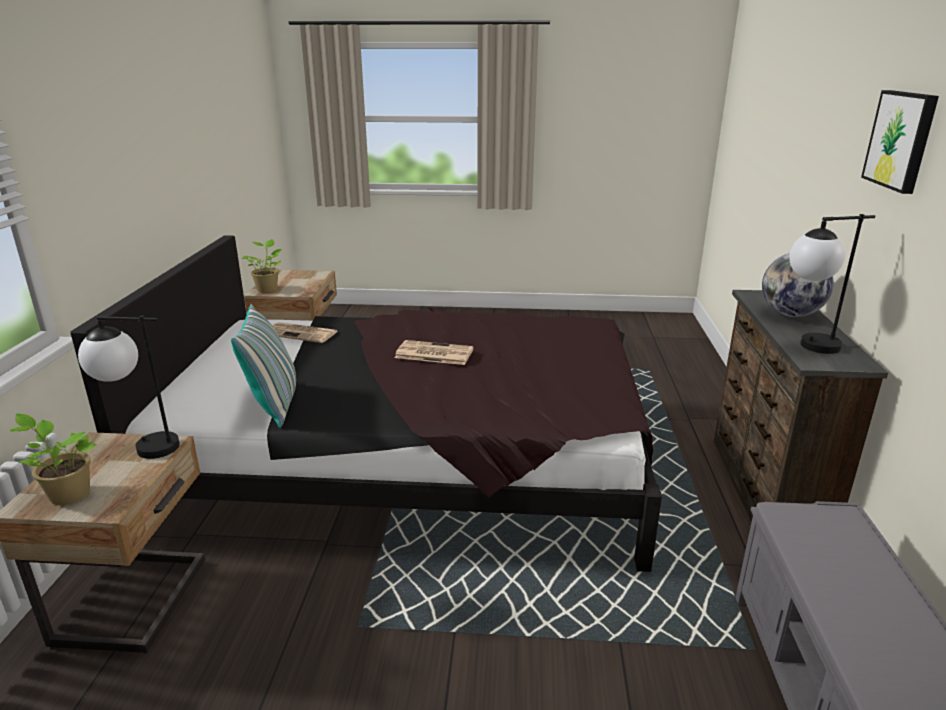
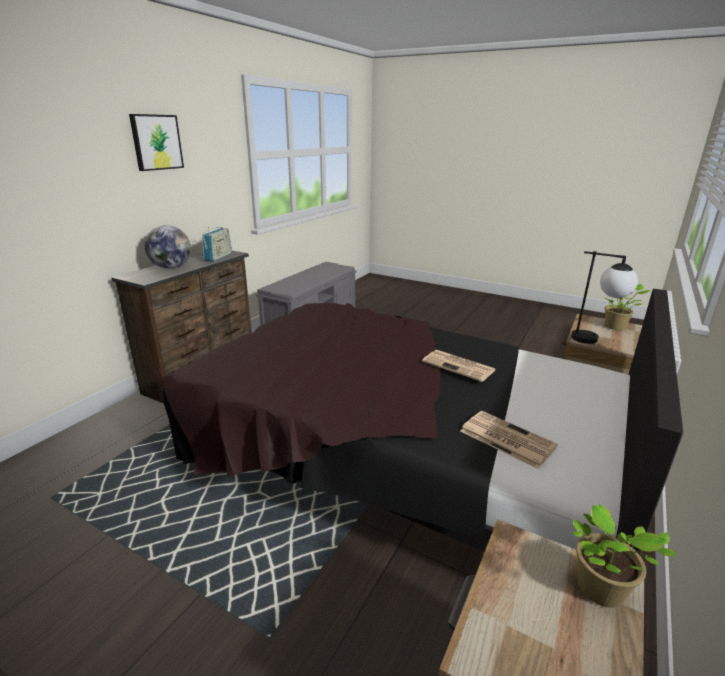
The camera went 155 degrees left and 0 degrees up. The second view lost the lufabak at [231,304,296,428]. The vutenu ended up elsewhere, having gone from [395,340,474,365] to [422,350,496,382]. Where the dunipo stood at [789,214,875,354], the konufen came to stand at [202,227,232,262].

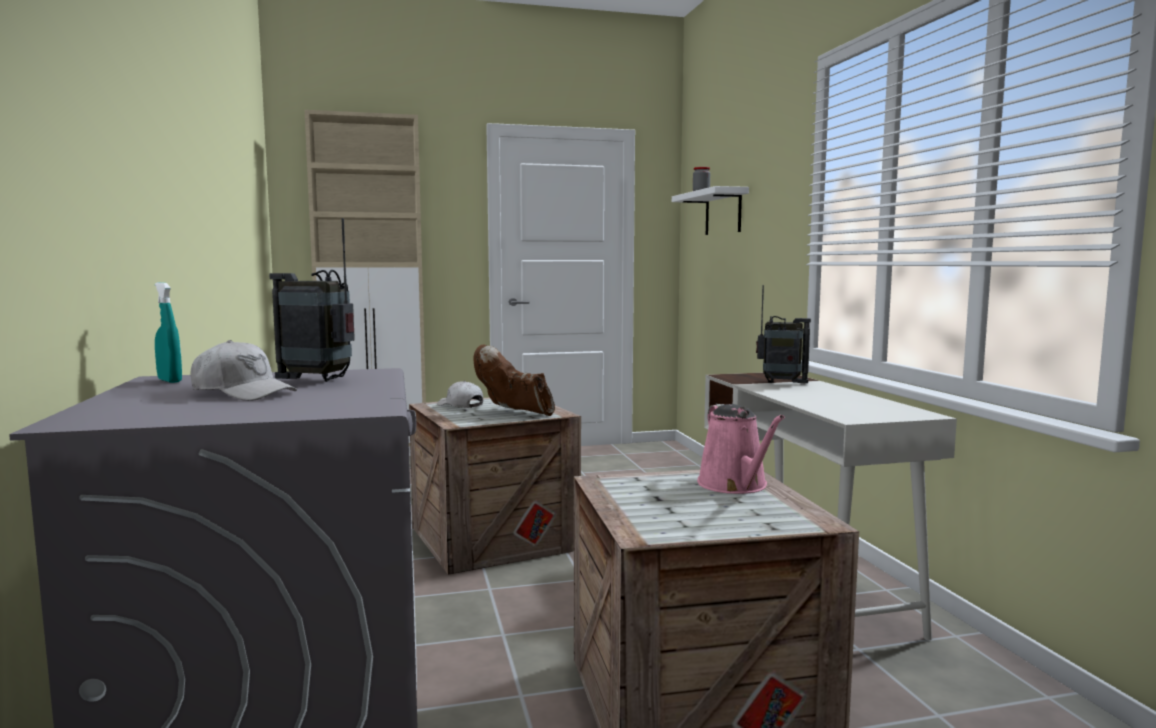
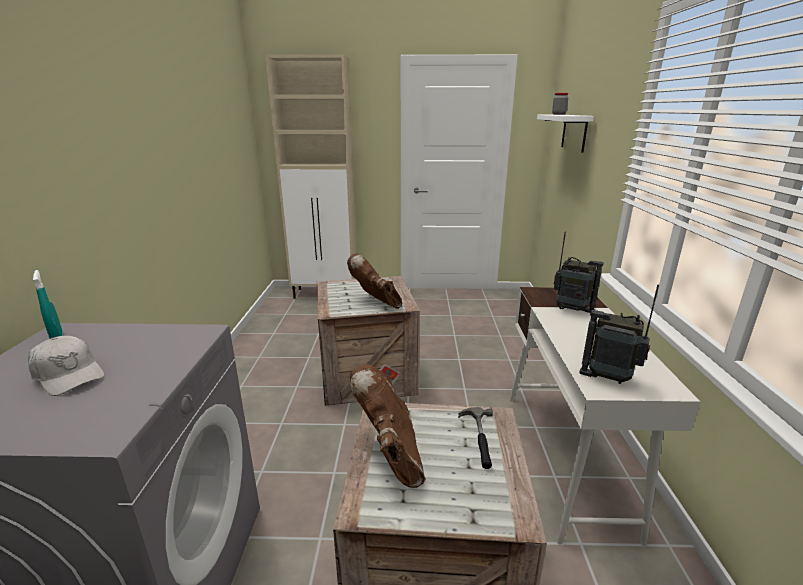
The camera went 15 degrees right and 15 degrees up. The second view lost the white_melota at [437,381,483,408]. The second view gained the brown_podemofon at [350,364,425,488]. The konufen ended up elsewhere, having gone from [269,218,355,382] to [579,284,659,384]. Where the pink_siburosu stood at [697,404,785,494], the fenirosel came to stand at [458,407,493,469].

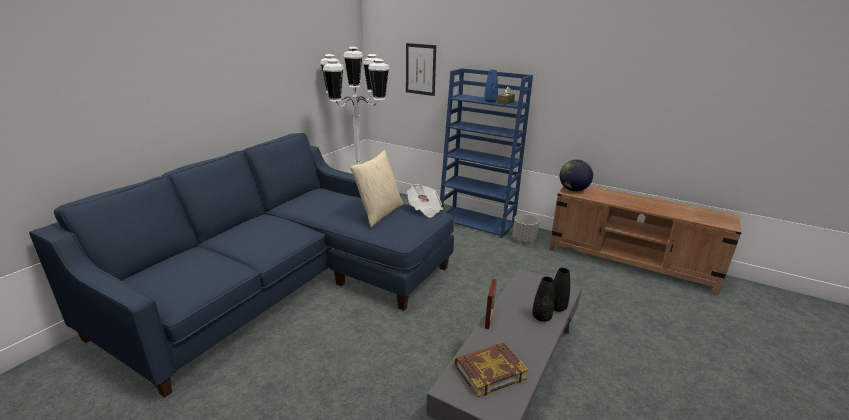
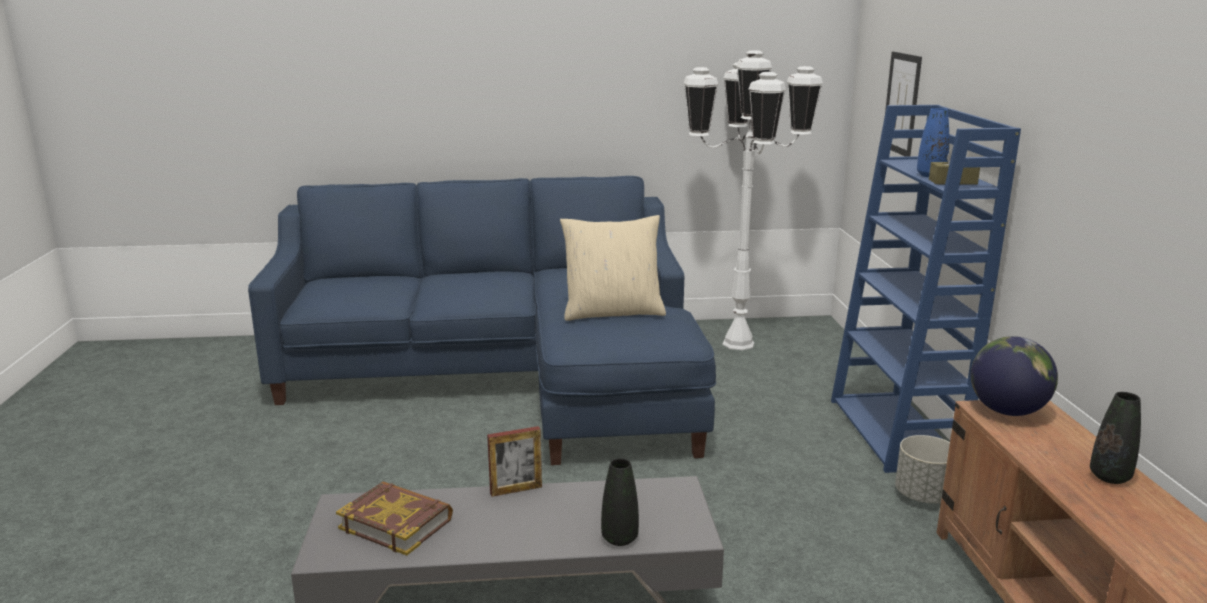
The camera went 55 degrees right and 5 degrees down. The second view lost the vutenu at [407,184,443,218]. The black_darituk ended up elsewhere, having gone from [532,276,555,322] to [1090,392,1141,484].

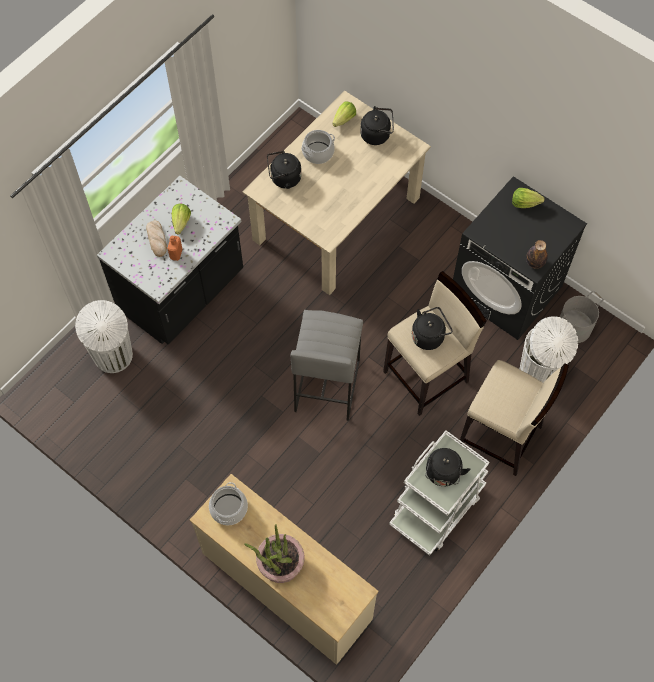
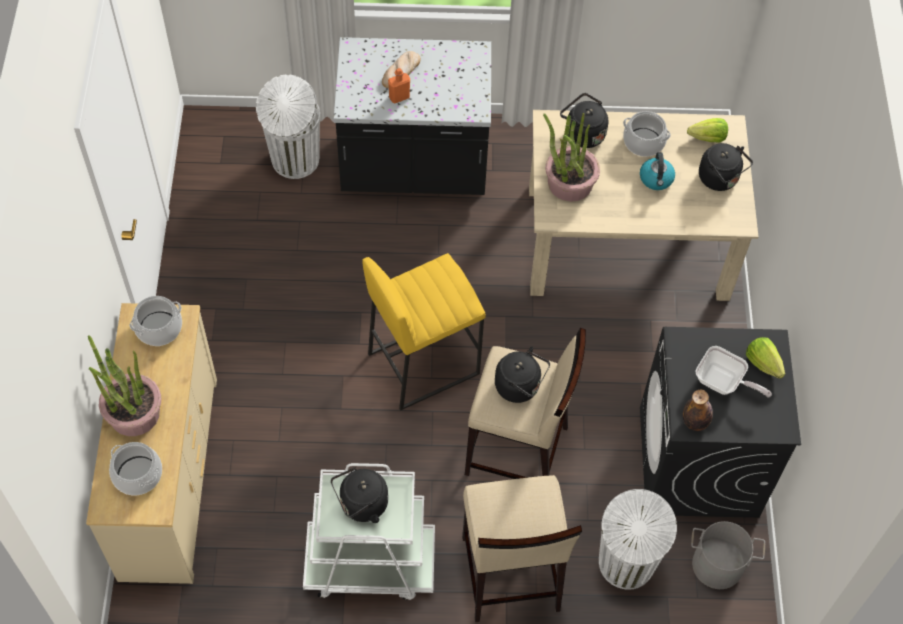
The camera went 50 degrees right and 5 degrees down. The second view lost the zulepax at [172,203,191,235]. The second view gained the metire at [109,442,162,495]. The second view gained the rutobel at [543,113,600,202]. The second view gained the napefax at [640,152,675,190]. The second view gained the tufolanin at [696,346,772,398]. What was the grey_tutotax at [290,310,363,421] turned into the yellow_tutotax at [362,253,486,411].

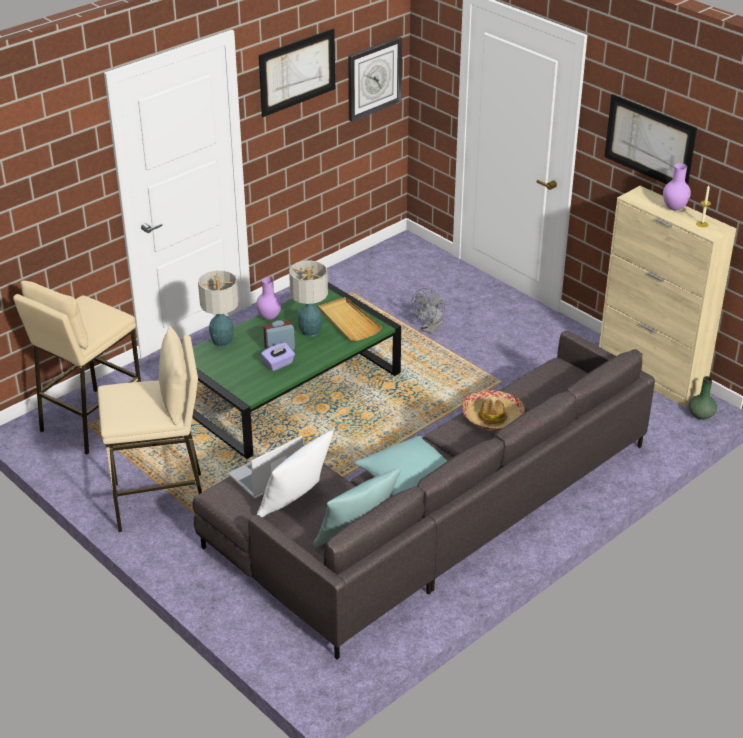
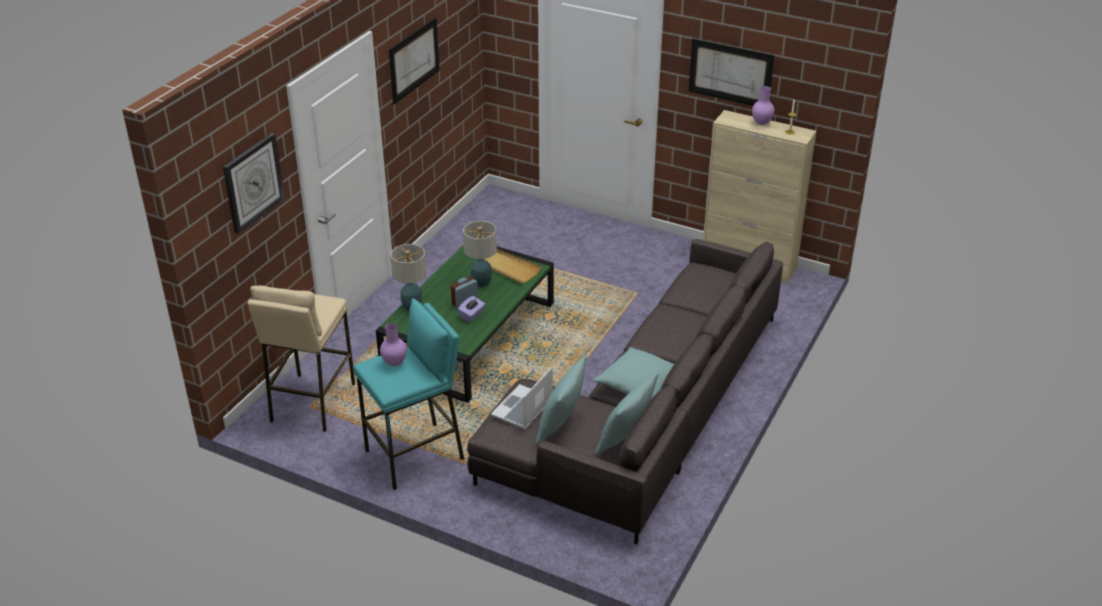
The camera went 20 degrees left and 0 degrees up. The second view lost the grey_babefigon at [411,288,445,334]. The second view lost the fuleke at [462,390,524,431]. The second view lost the green_darituk at [689,376,717,420]. The purple_darituk ended up elsewhere, having gone from [256,277,282,320] to [380,323,407,366]. The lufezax ended up elsewhere, having gone from [348,37,402,122] to [223,133,285,234]. What was the beige_tutotax at [98,327,202,532] turned into the turquoise_tutotax at [354,298,464,490]. What was the white_lufabak at [257,431,334,518] turned into the turquoise_lufabak at [536,356,587,446].

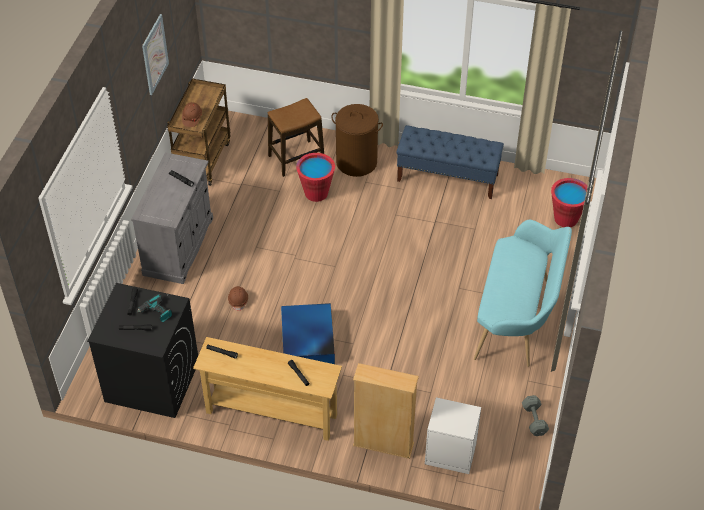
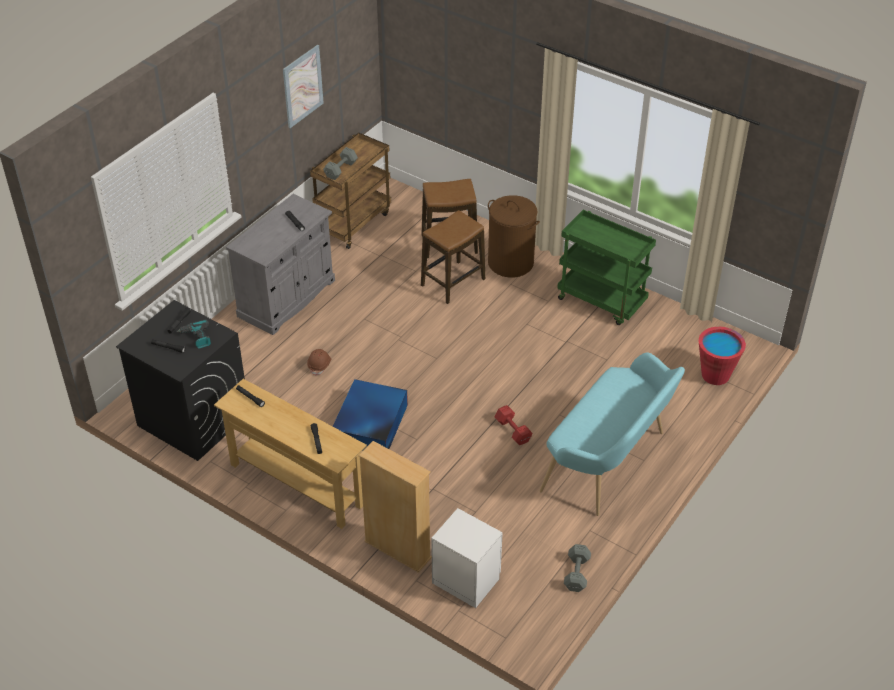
The camera went 20 degrees right and 5 degrees down. The second view gained the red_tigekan at [495,405,532,445]. Where the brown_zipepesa stood at [182,102,202,127], the grey_tigekan came to stand at [323,147,358,180]. Where the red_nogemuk stood at [296,153,335,202], the tutotax came to stand at [421,210,485,304]. Where the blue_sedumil stood at [396,125,504,199], the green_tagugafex came to stand at [557,210,656,325].

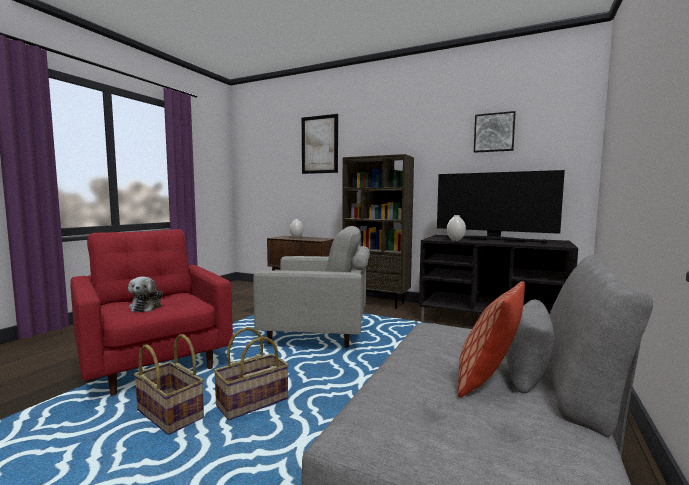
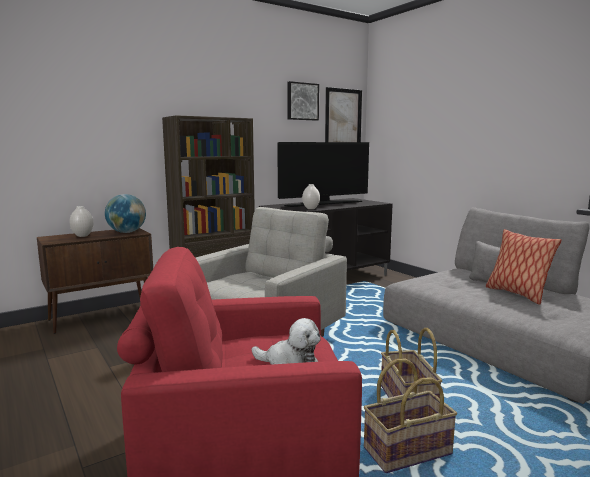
The camera went 60 degrees left and 5 degrees up. The second view gained the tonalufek at [105,194,146,233]. The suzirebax ended up elsewhere, having gone from [302,114,338,174] to [325,87,362,142].

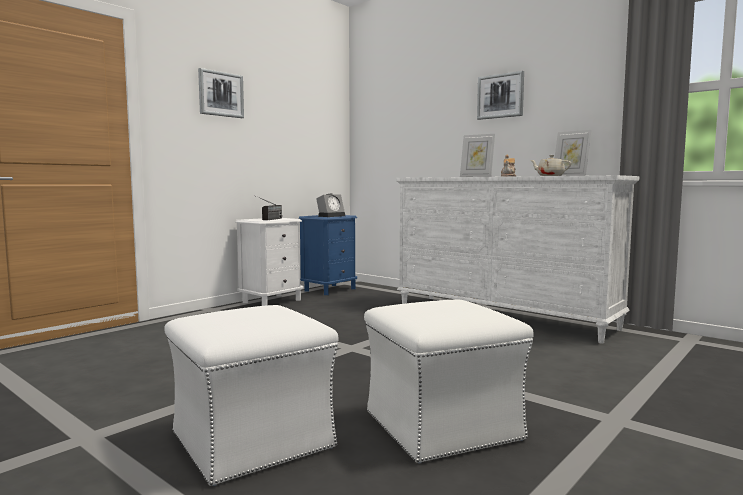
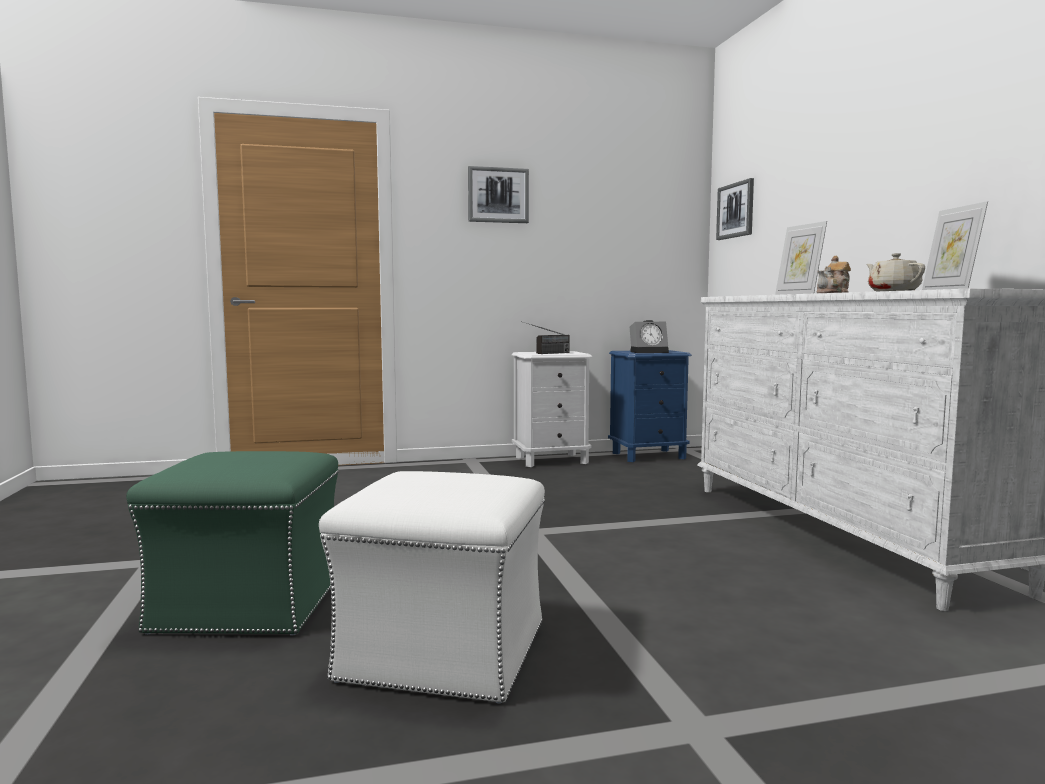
The camera went 35 degrees right and 0 degrees up. The suzirebax ended up elsewhere, having gone from [477,71,524,120] to [716,178,754,240]. What was the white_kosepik at [164,305,339,486] turned into the green_kosepik at [126,451,339,636].

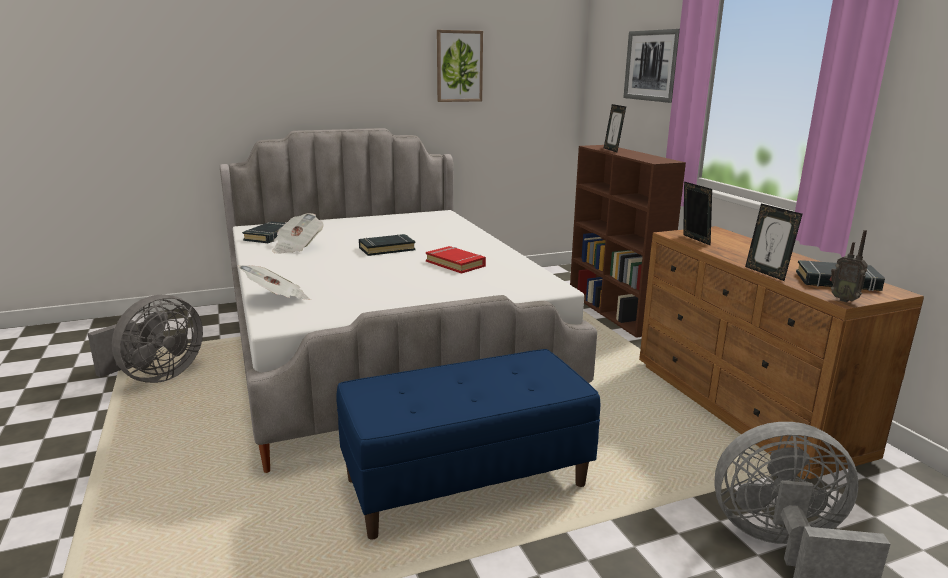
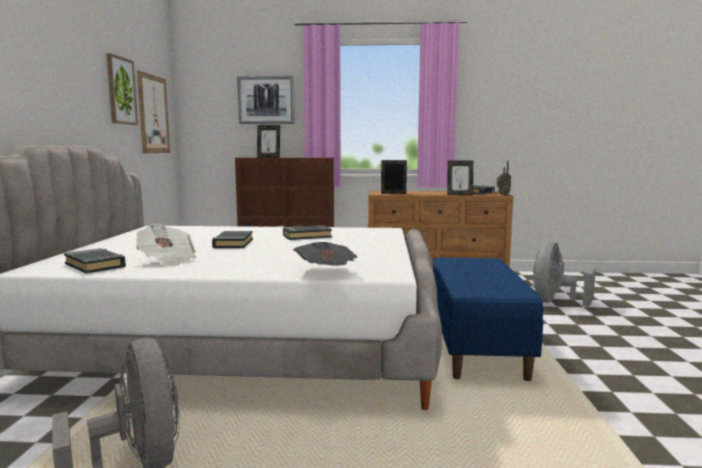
The camera went 65 degrees left and 10 degrees down. The second view gained the suzirebax at [137,71,170,153]. What was the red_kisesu at [426,246,486,274] turned into the black_kisesu at [283,225,332,240].

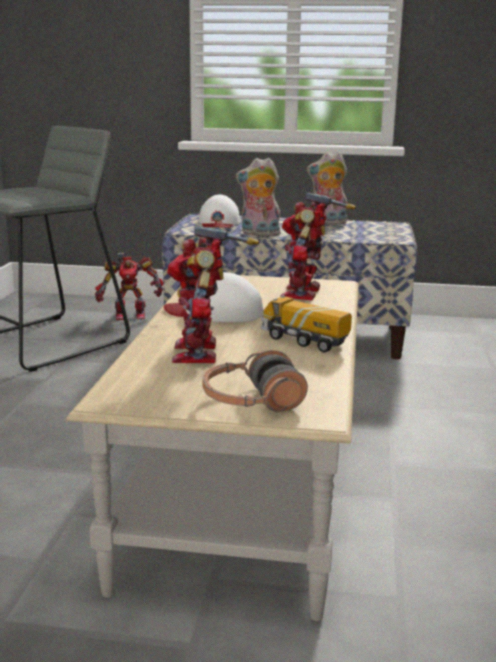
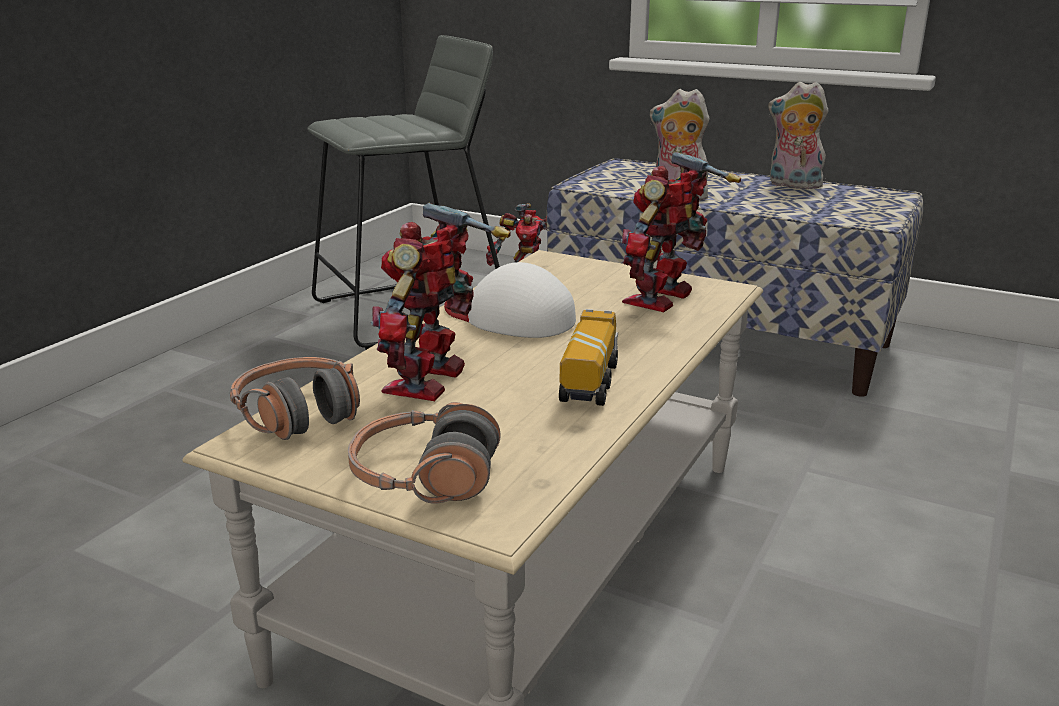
The camera went 20 degrees right and 5 degrees up. The second view lost the white_melota at [199,194,240,228]. The second view gained the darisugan at [230,357,360,440]. The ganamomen at [261,295,352,352] ended up facing another way, 45 degrees clockwise from before.

